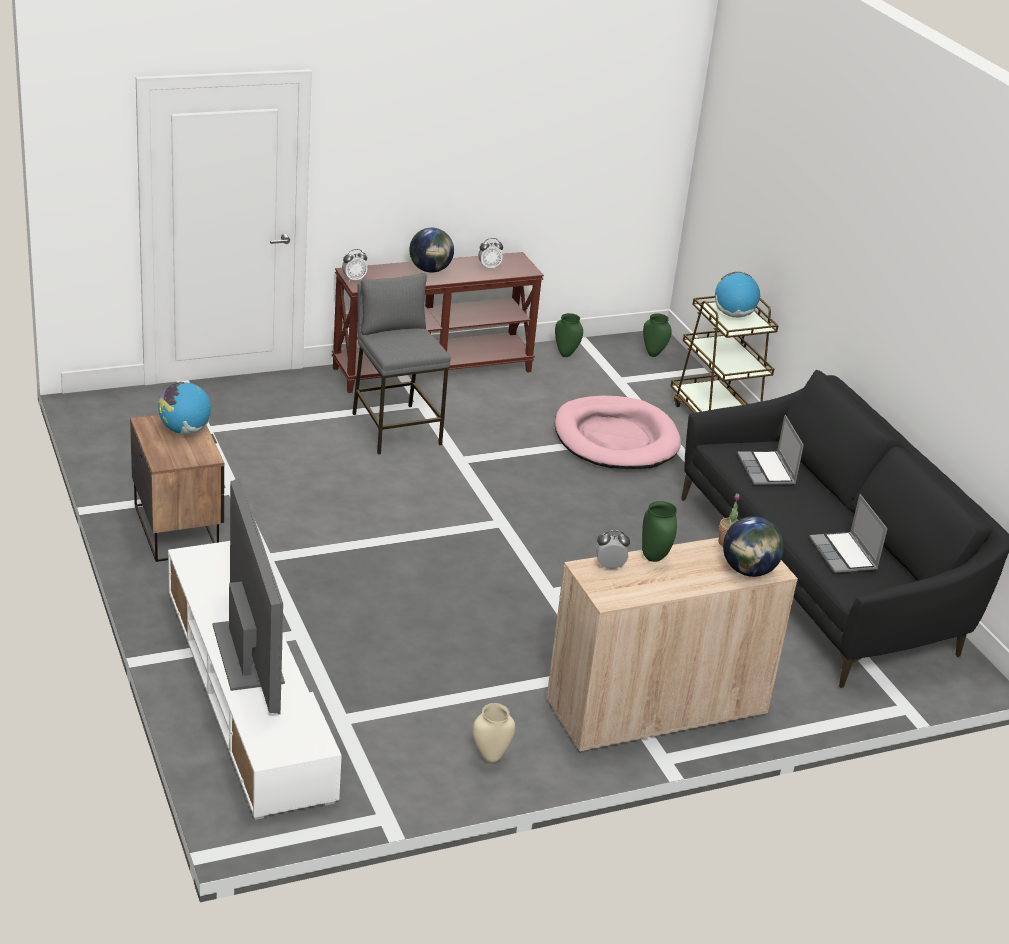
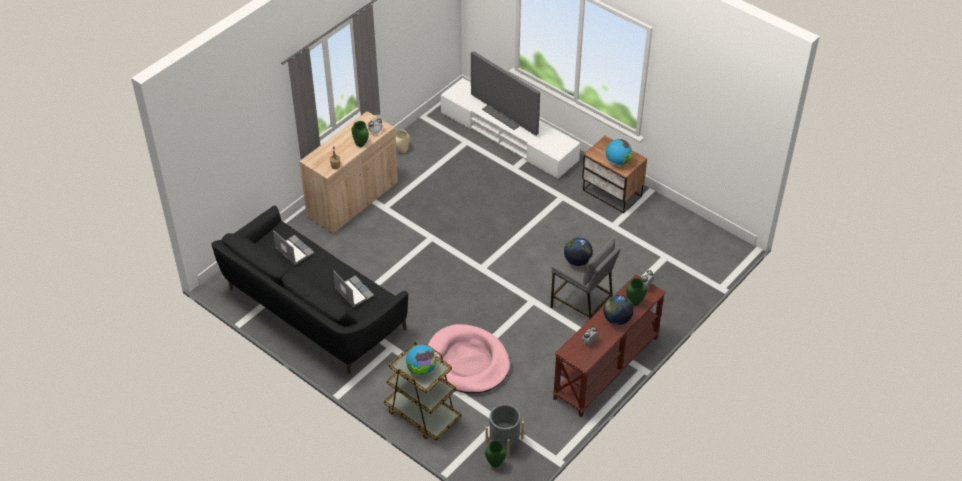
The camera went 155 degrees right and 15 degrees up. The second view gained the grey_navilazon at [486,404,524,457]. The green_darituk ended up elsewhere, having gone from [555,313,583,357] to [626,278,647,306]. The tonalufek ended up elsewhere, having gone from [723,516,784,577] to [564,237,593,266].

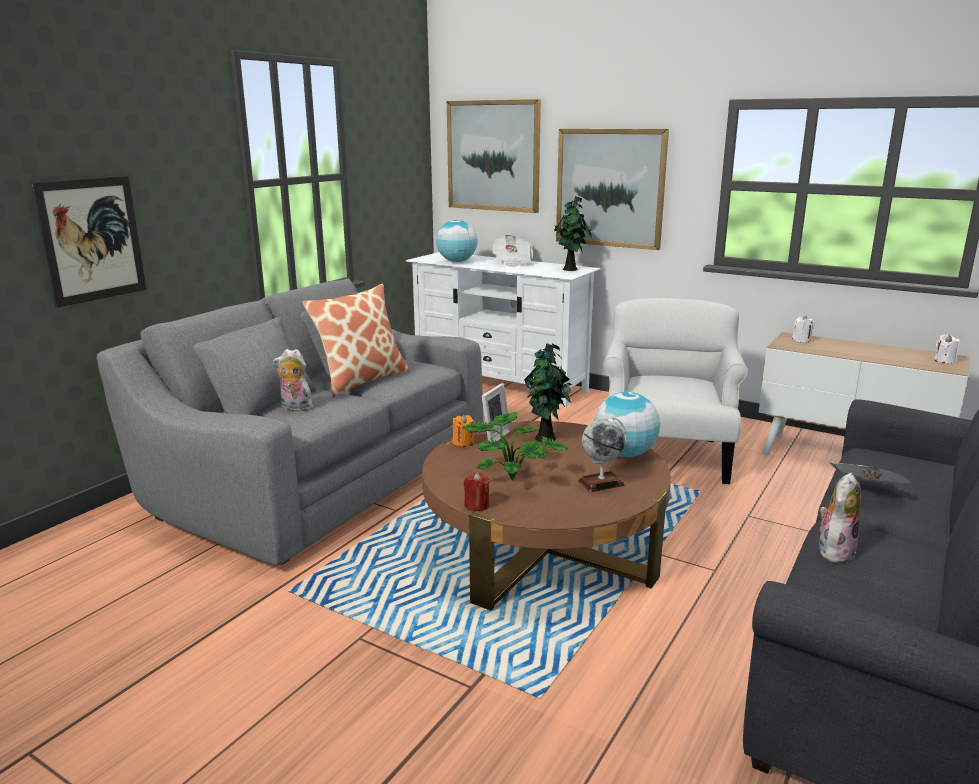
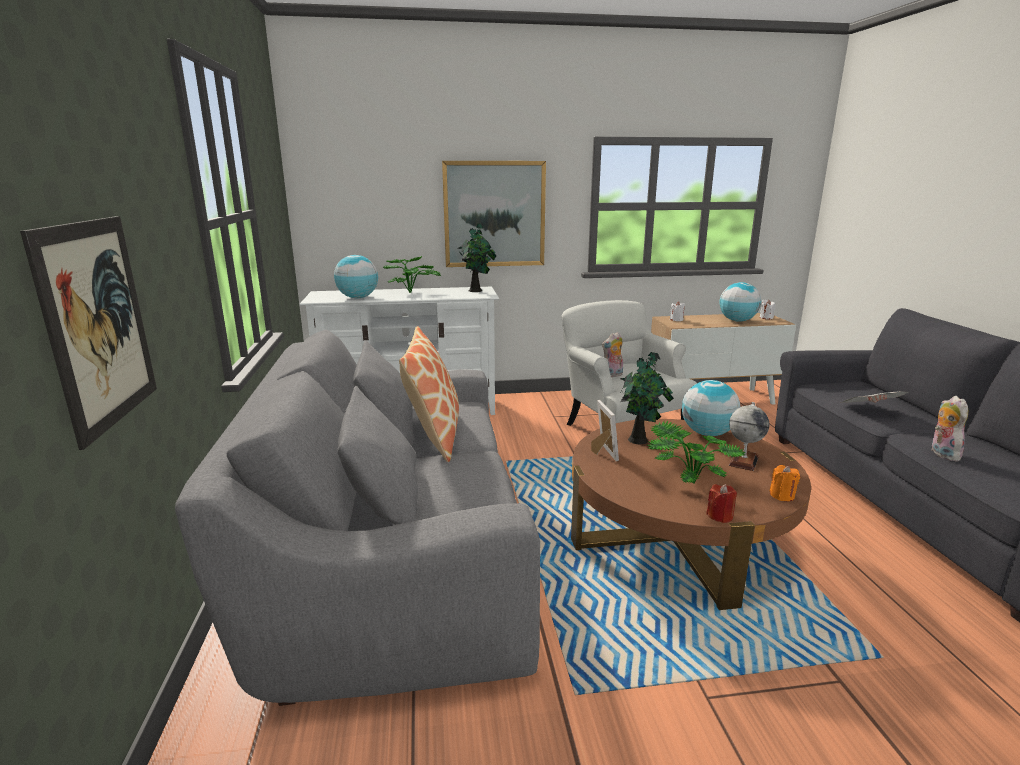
The camera went 40 degrees left and 0 degrees up. The second view lost the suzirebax at [447,99,541,213]. The second view gained the tonalufek at [720,282,761,322]. The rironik ended up elsewhere, having gone from [273,349,313,411] to [602,332,623,377]. The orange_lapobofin ended up elsewhere, having gone from [452,414,474,447] to [769,465,800,501]. Where the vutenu stood at [491,234,533,267], the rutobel came to stand at [383,256,441,293].

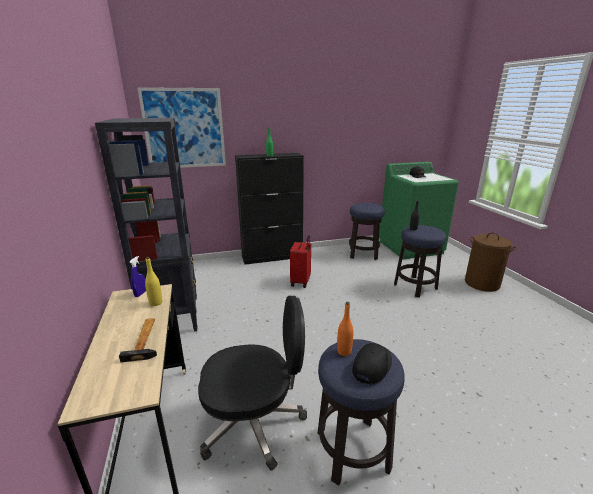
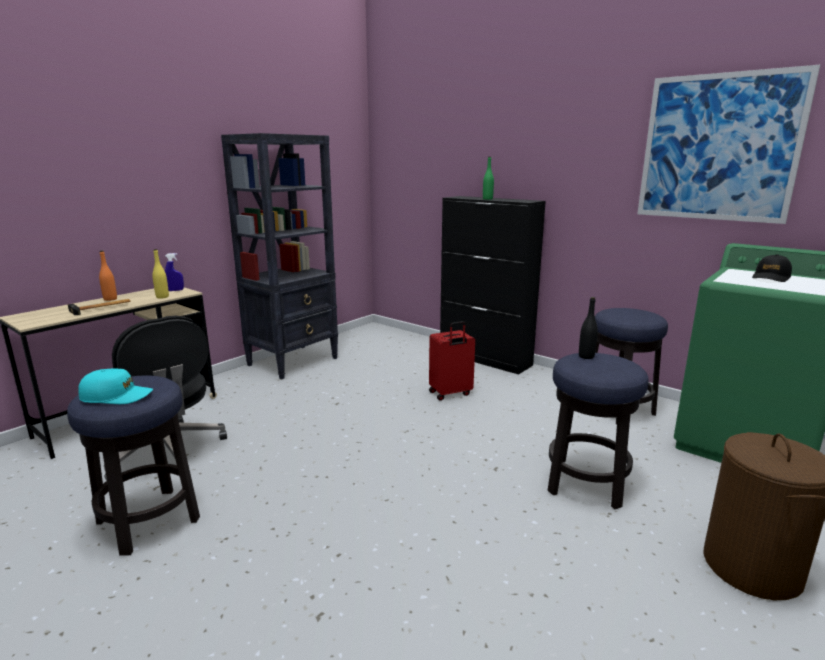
The camera went 55 degrees right and 5 degrees down. The suzirebax ended up elsewhere, having gone from [137,87,226,168] to [637,65,820,224]. The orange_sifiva ended up elsewhere, having gone from [337,302,354,356] to [99,251,117,301]. What was the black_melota at [352,343,392,385] turned into the turquoise_melota at [78,369,153,404].

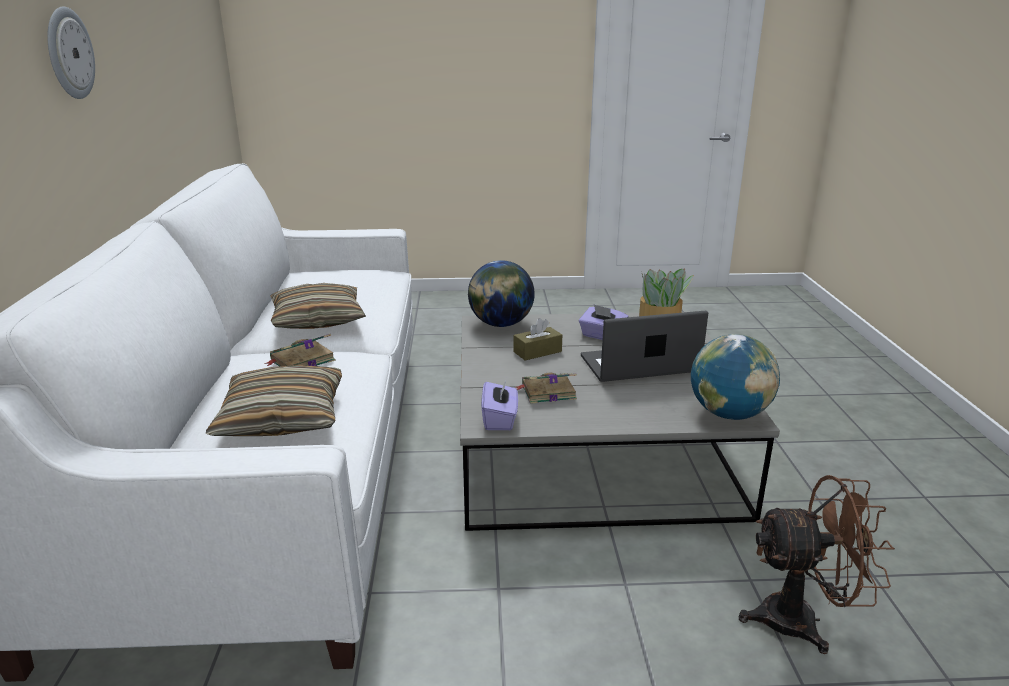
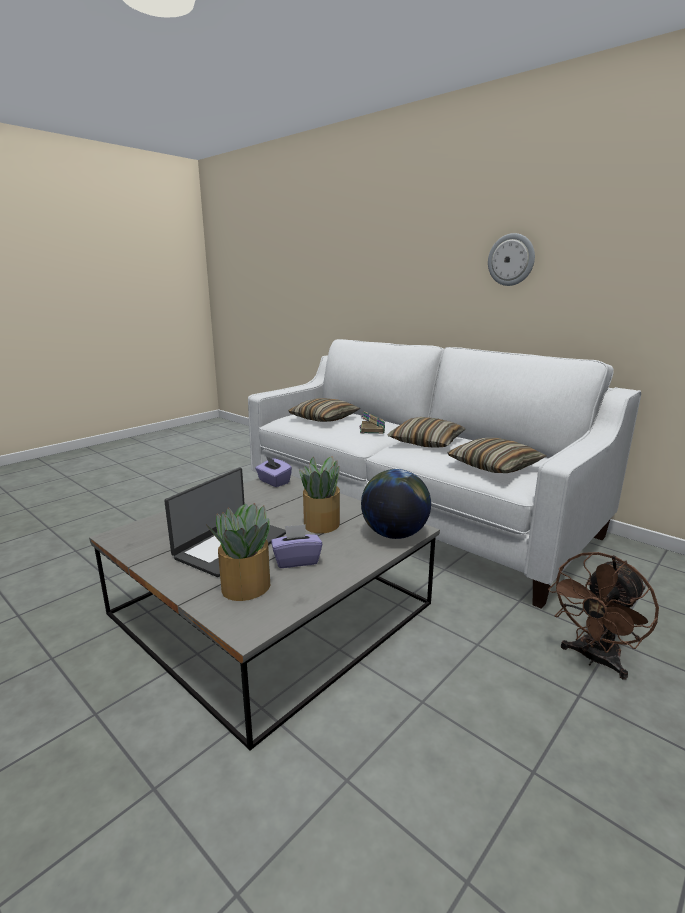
The camera went 135 degrees right and 5 degrees down. The second view lost the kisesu at [516,373,577,404]. The second view lost the tonalufek at [691,334,780,420]. The second view gained the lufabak at [447,438,546,473]. The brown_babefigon ended up elsewhere, having gone from [739,475,895,654] to [548,552,659,680]. Where the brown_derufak stood at [513,318,562,361], the rutobel came to stand at [299,457,340,534].

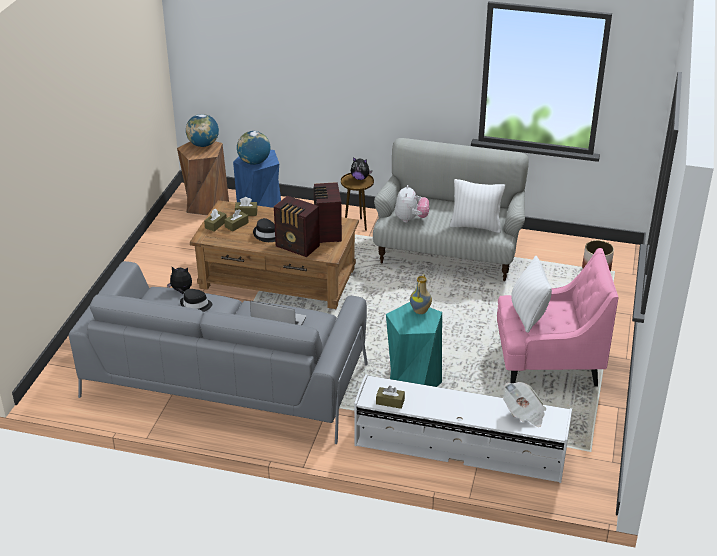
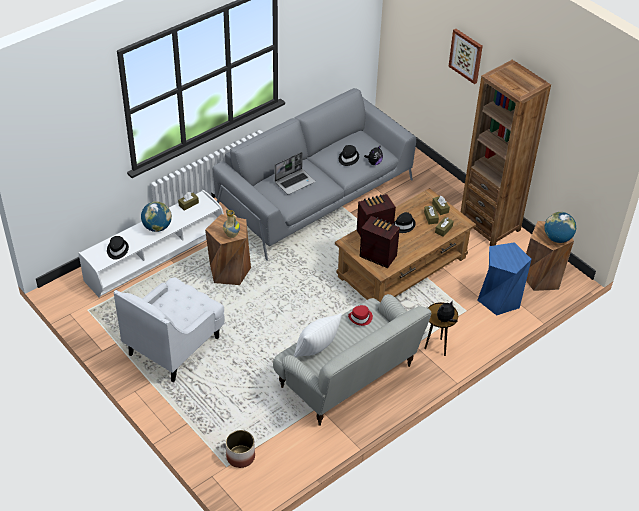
The camera went 125 degrees right and 10 degrees up. The second view lost the white_lufabak at [511,256,552,333]. The second view gained the suzirebax at [448,29,483,84]. The second view gained the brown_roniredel at [461,60,551,246]. The tonalufek ended up elsewhere, having gone from [237,131,270,165] to [141,201,172,232]. Where the rironik stood at [395,185,430,223], the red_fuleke came to stand at [348,305,373,326]. Where the vutenu stood at [503,382,546,427], the black_fuleke came to stand at [107,236,129,260]. What was the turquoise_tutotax at [386,302,442,387] turned into the brown_tutotax at [205,214,251,285]. What was the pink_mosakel at [497,248,619,387] turned into the white_mosakel at [114,277,224,382].

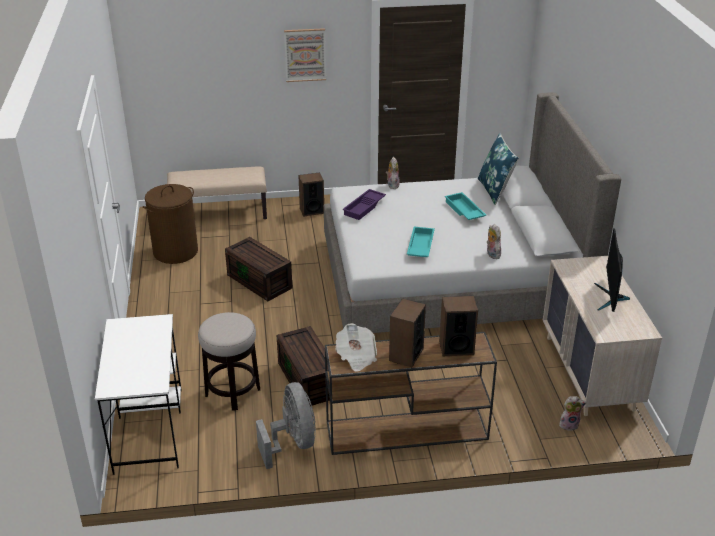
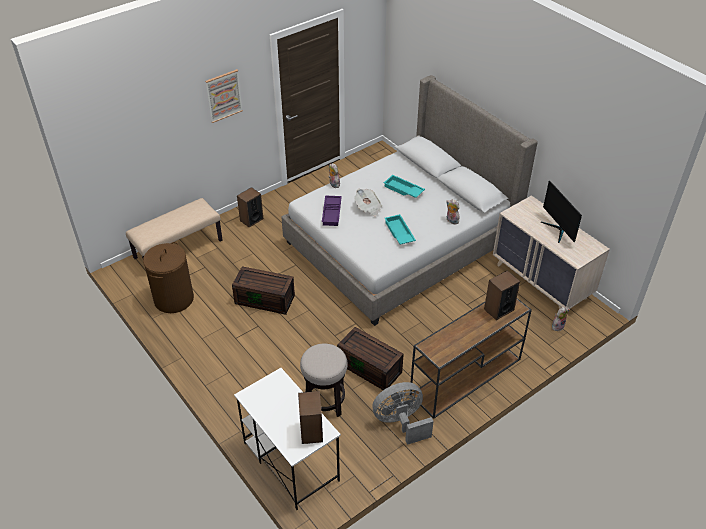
The camera went 30 degrees left and 10 degrees up. The second view lost the blue_lufabak at [478,133,519,205]. The vutenu ended up elsewhere, having gone from [335,323,377,372] to [354,189,382,217]. The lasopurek ended up elsewhere, having gone from [389,298,426,367] to [298,391,323,444]. The grey_babefigon at [256,382,316,469] ended up facing another way, 60 degrees counterclockwise from before.

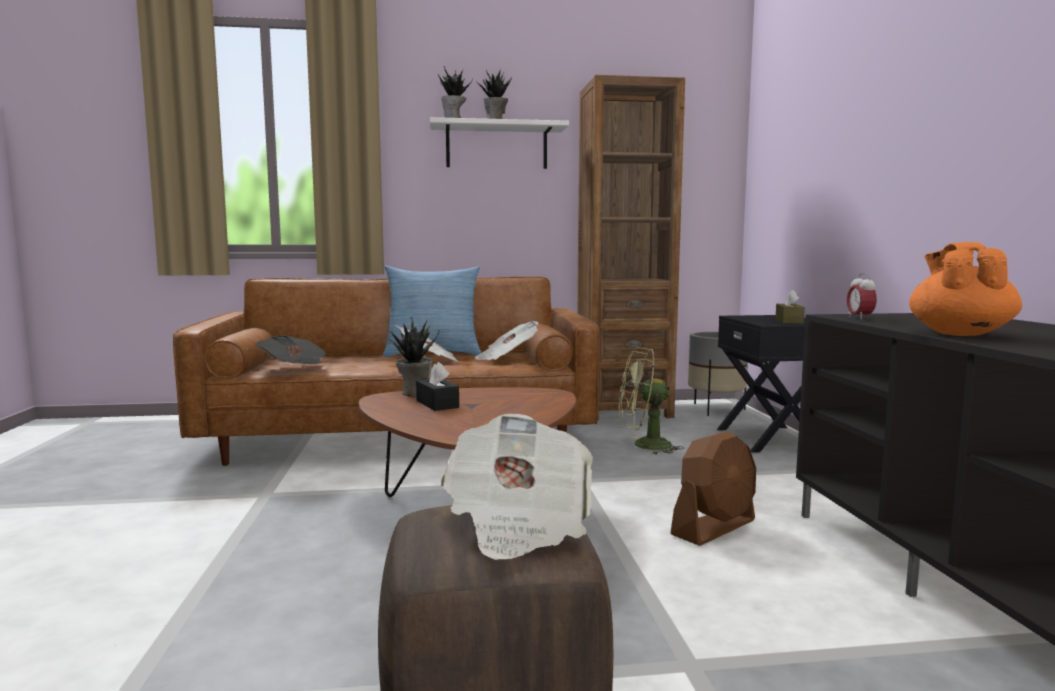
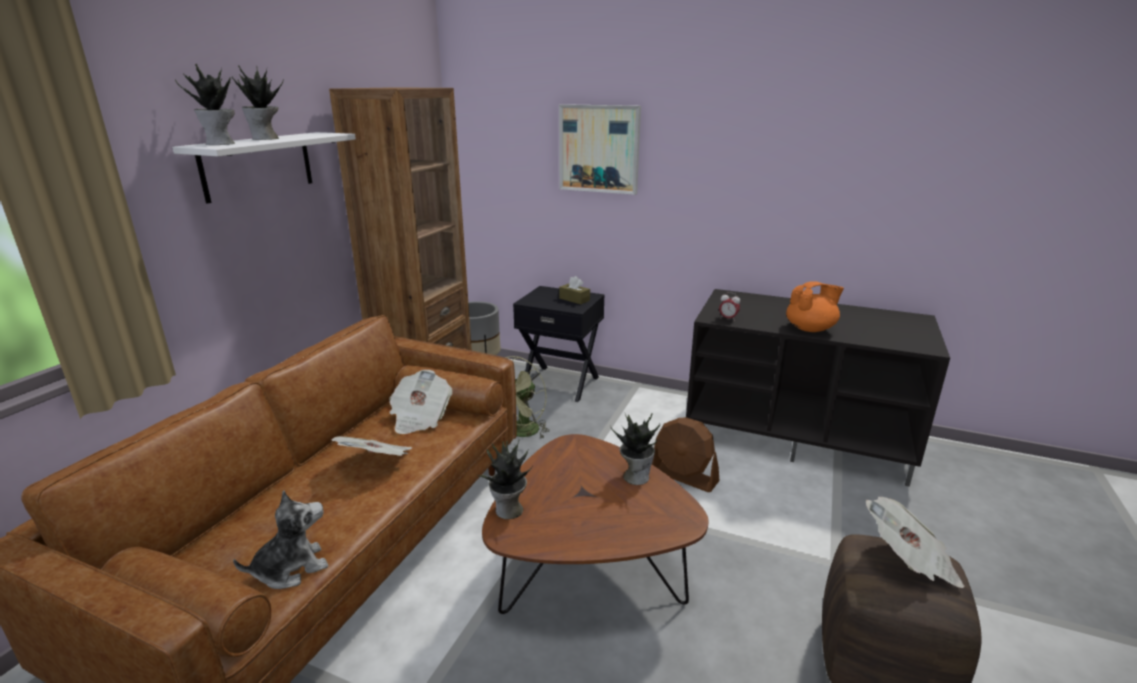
The camera went 60 degrees left and 15 degrees up. The second view lost the lufabak at [383,266,482,357]. The second view lost the black_derufak at [416,362,459,411]. The second view gained the suzirebax at [559,104,641,195]. The second view gained the rutobel at [611,413,660,485]. Where the vutenu stood at [256,335,327,364], the rironik came to stand at [233,490,329,589]. The brown_babefigon at [671,431,756,546] ended up facing another way, 135 degrees clockwise from before. The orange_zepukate at [909,242,1022,336] ended up facing another way, 120 degrees clockwise from before.

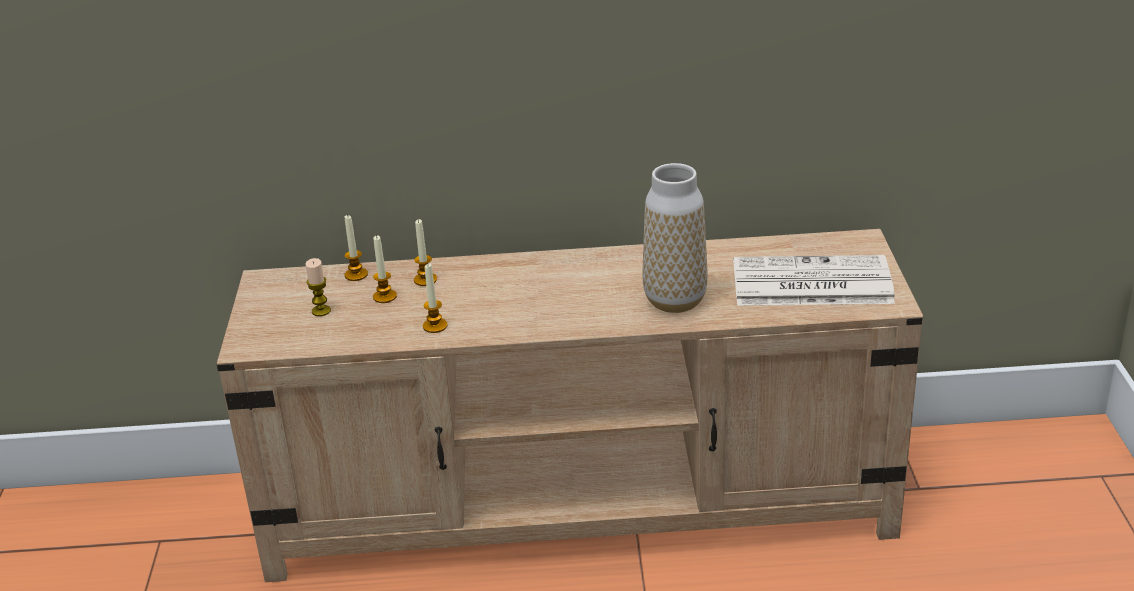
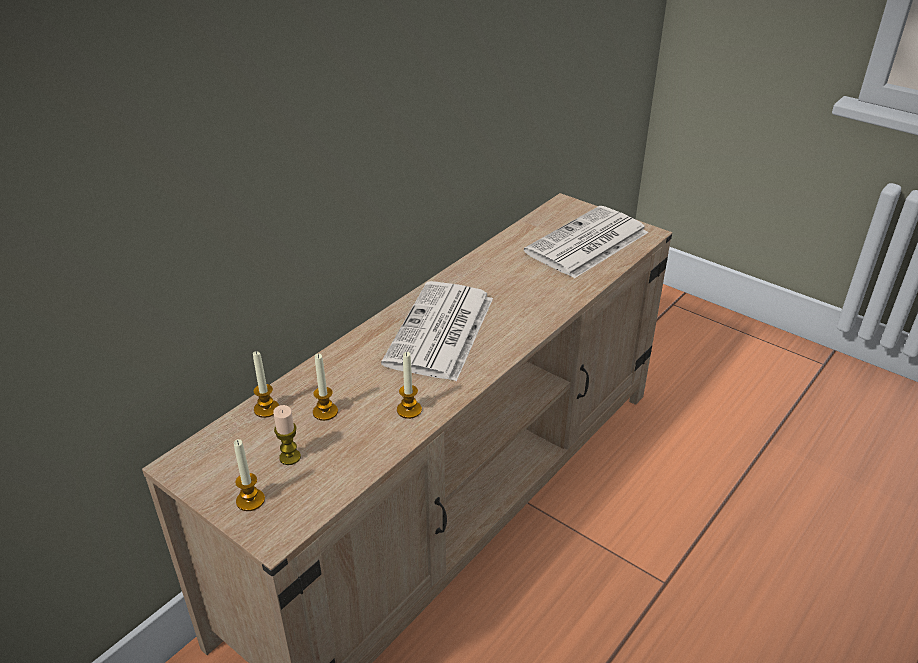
The camera went 50 degrees left and 5 degrees up. The second view lost the darituk at [642,163,708,313]. The second view gained the vutenu at [381,281,493,381]. The lapobofin ended up elsewhere, having gone from [414,219,437,286] to [234,439,265,511].

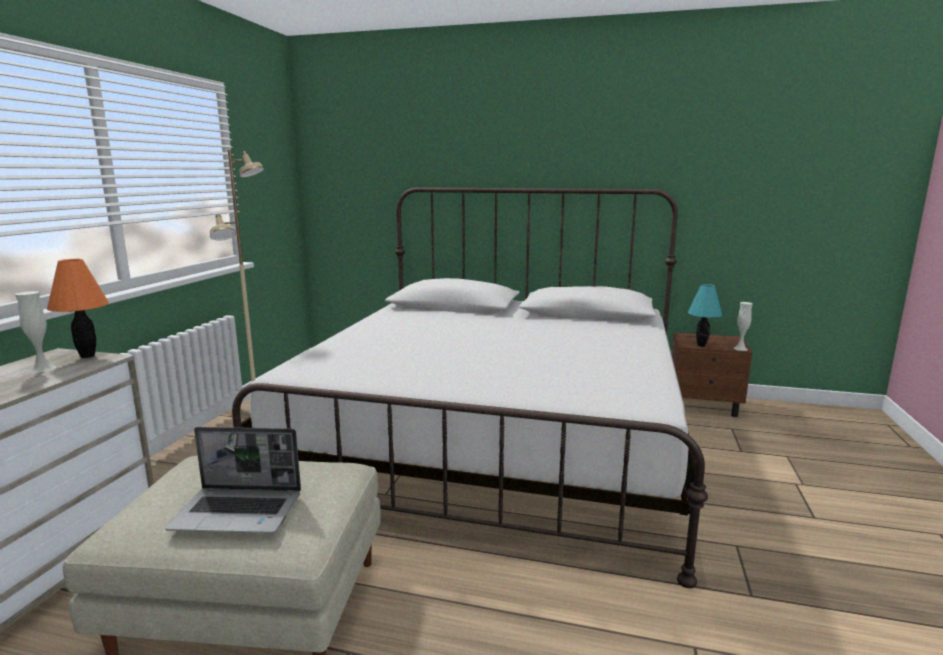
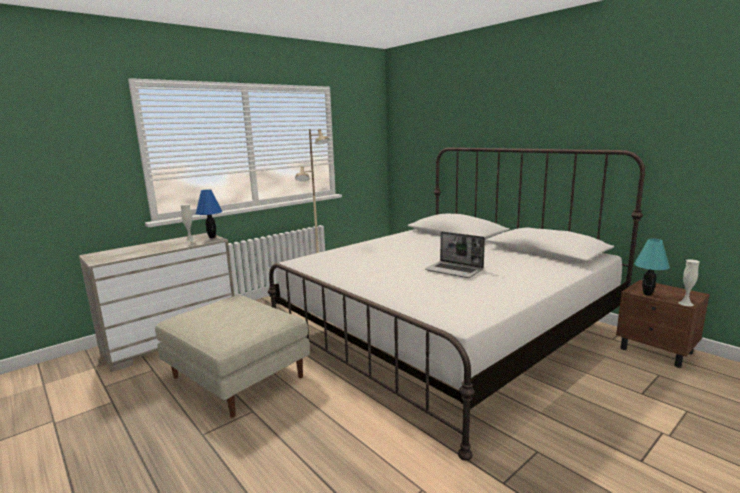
The camera went 35 degrees right and 0 degrees up. The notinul ended up elsewhere, having gone from [165,427,301,533] to [425,232,485,278]. What was the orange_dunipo at [47,259,109,358] turned into the blue_dunipo at [196,189,222,238].

